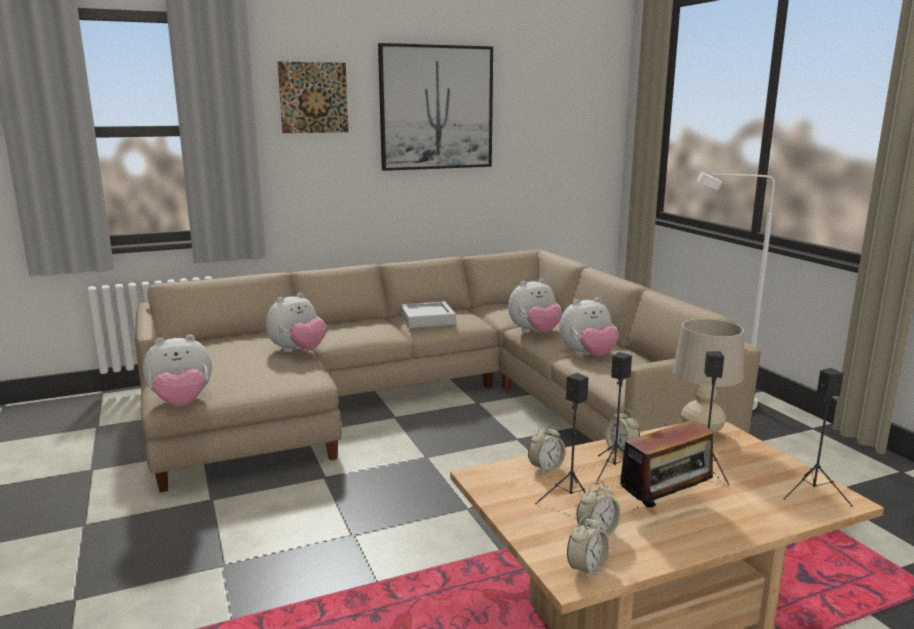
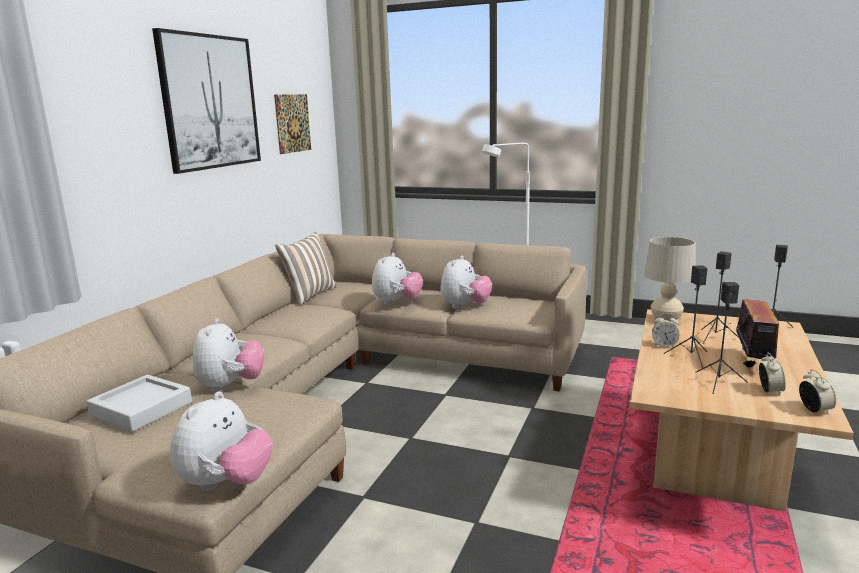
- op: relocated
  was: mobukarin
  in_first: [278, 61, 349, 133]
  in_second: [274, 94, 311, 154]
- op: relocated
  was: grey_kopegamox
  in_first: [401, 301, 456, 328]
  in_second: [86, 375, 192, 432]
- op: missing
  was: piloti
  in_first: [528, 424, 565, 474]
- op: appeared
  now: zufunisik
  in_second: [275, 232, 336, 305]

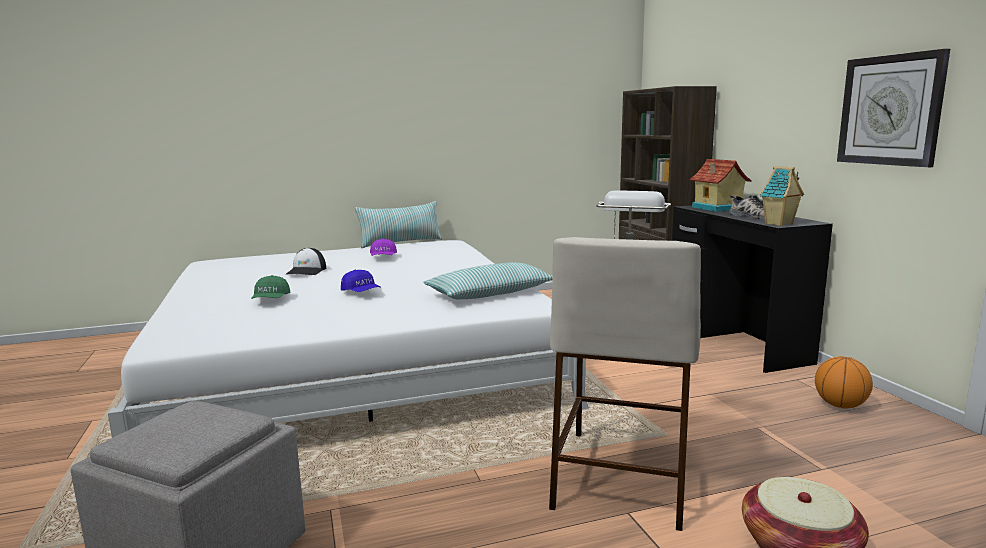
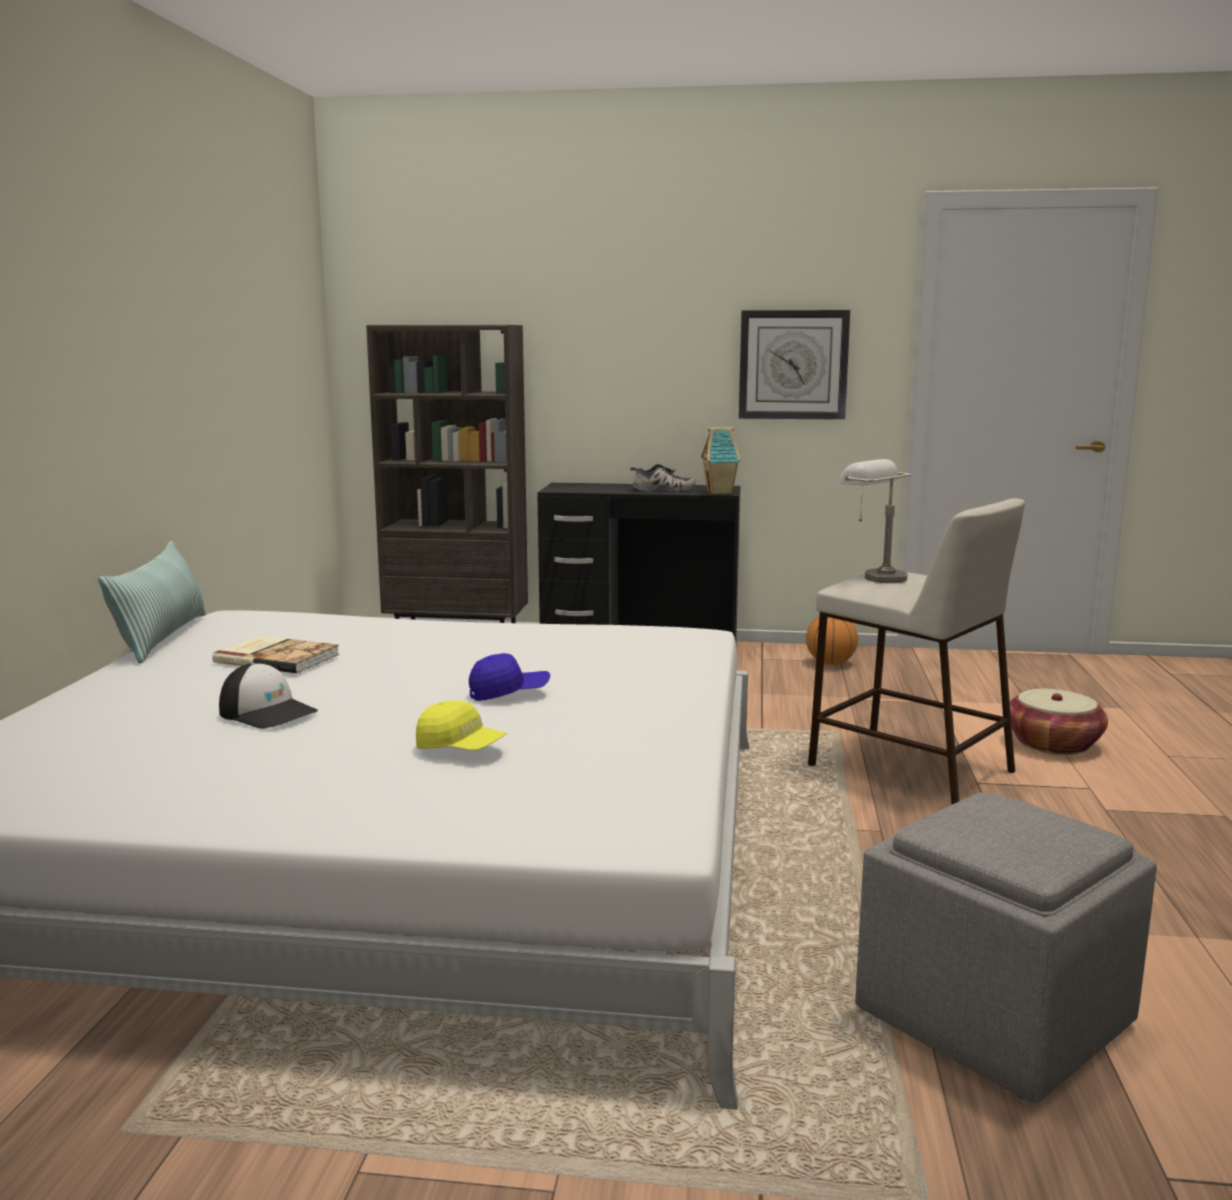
- op: missing
  was: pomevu
  in_first: [689, 159, 752, 211]
- op: exchanged
  was: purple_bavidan
  now: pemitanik
  in_first: [370, 239, 397, 256]
  in_second: [212, 635, 340, 673]
- op: missing
  was: zufunisik
  in_first: [423, 262, 553, 299]
- op: colour
  was: green_bavidan
  now: yellow_bavidan
  in_first: [251, 275, 291, 299]
  in_second: [416, 700, 507, 750]

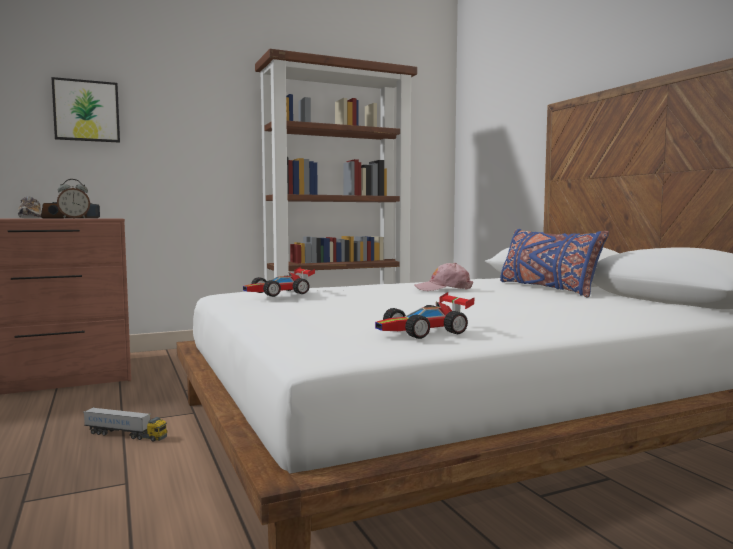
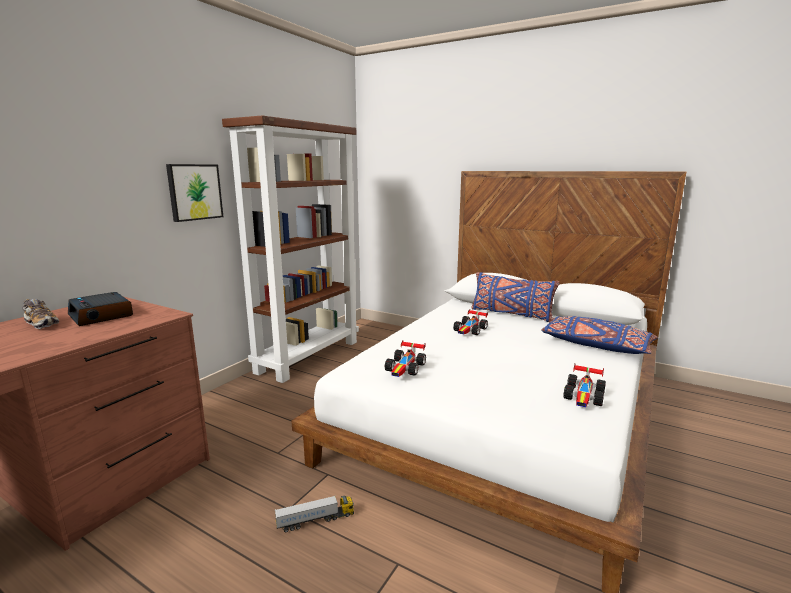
- op: relocated
  was: mobukarin
  in_first: [51, 77, 120, 143]
  in_second: [166, 164, 223, 222]
- op: missing
  was: piloti
  in_first: [57, 179, 90, 218]
- op: exchanged
  was: pink_bavidan
  now: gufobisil
  in_first: [415, 263, 473, 291]
  in_second: [453, 309, 488, 335]
- op: appeared
  now: blue_zufunisik
  in_second: [541, 316, 658, 354]

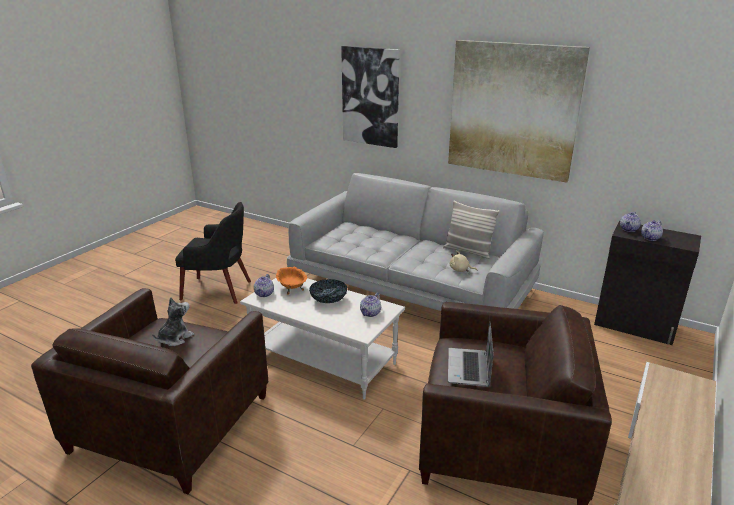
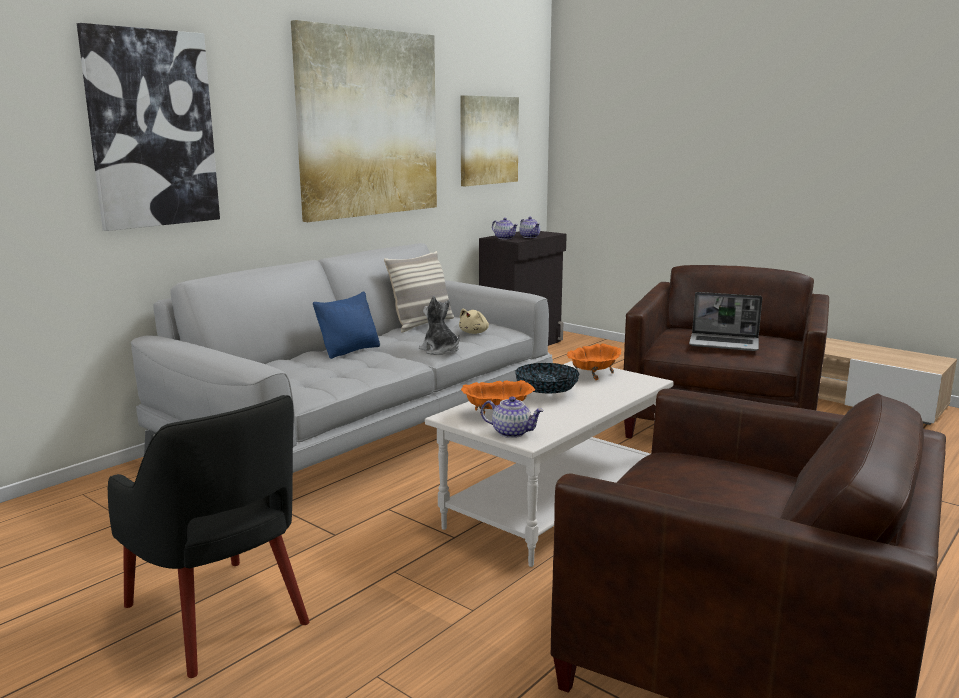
- op: spun
  was: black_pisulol
  in_first: [175, 202, 251, 304]
  in_second: [108, 395, 309, 678]
  clockwise: 120
- op: exchanged
  was: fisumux
  now: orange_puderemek
  in_first: [360, 293, 381, 317]
  in_second: [566, 343, 621, 380]
- op: relocated
  was: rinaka
  in_first: [152, 297, 194, 346]
  in_second: [419, 296, 460, 355]
- op: appeared
  now: mobukarin
  in_second: [460, 95, 519, 186]
- op: appeared
  now: blue_zufunisik
  in_second: [313, 291, 380, 359]

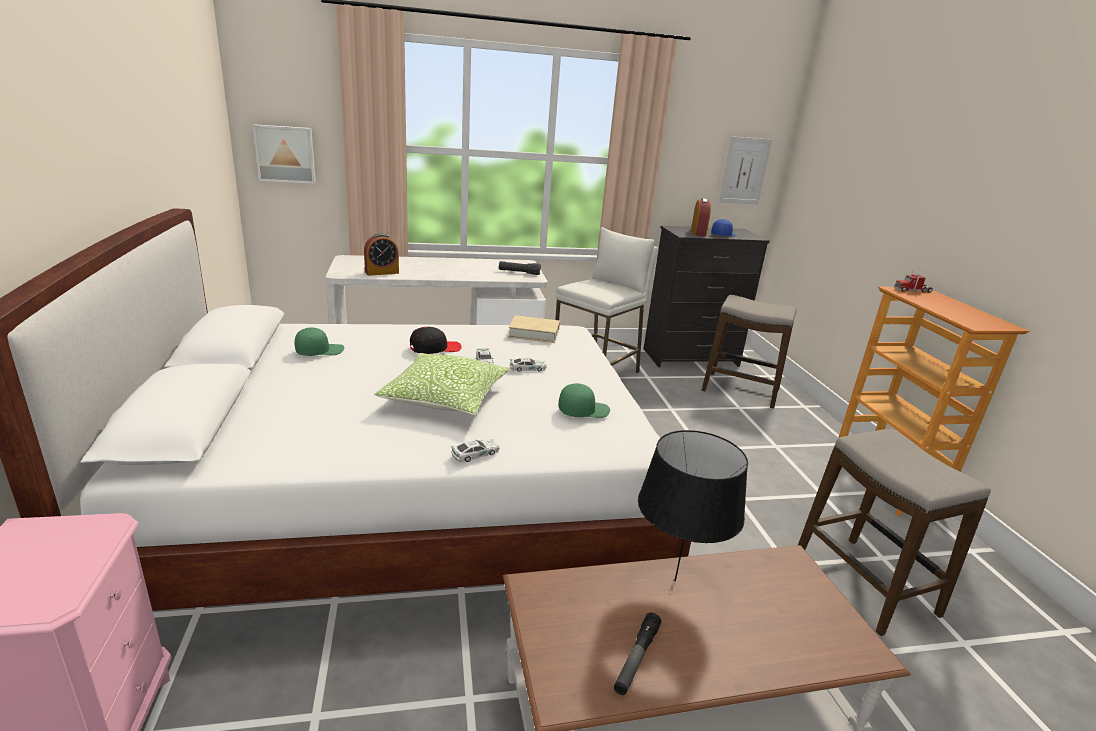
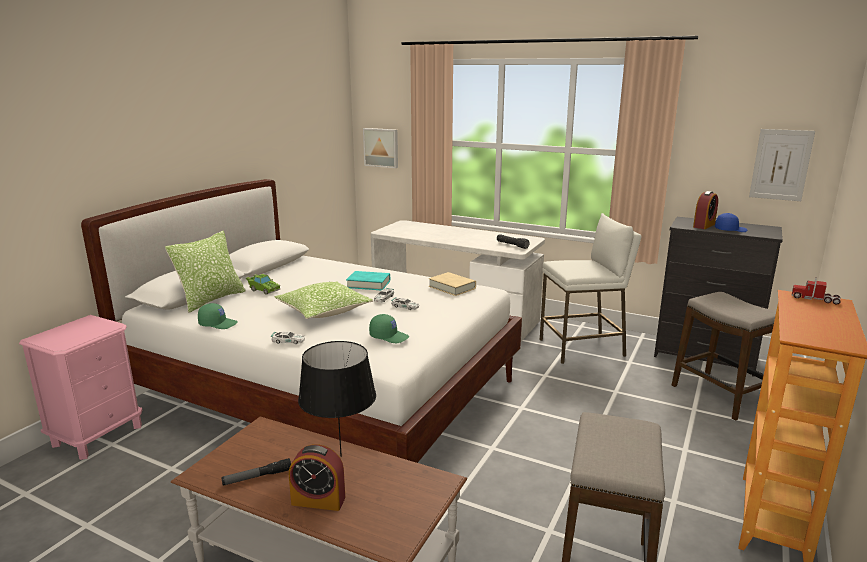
- op: relocated
  was: piloti
  in_first: [364, 233, 399, 276]
  in_second: [289, 444, 345, 511]
- op: relocated
  was: green_bavidan
  in_first: [295, 327, 344, 356]
  in_second: [198, 303, 238, 329]
- op: exchanged
  was: black_bavidan
  now: turquoise_pemitanik
  in_first: [410, 327, 461, 354]
  in_second: [346, 271, 390, 291]
- op: appeared
  now: zufunisik
  in_second: [165, 231, 245, 313]
- op: appeared
  now: green_gufobisil
  in_second: [246, 274, 280, 295]

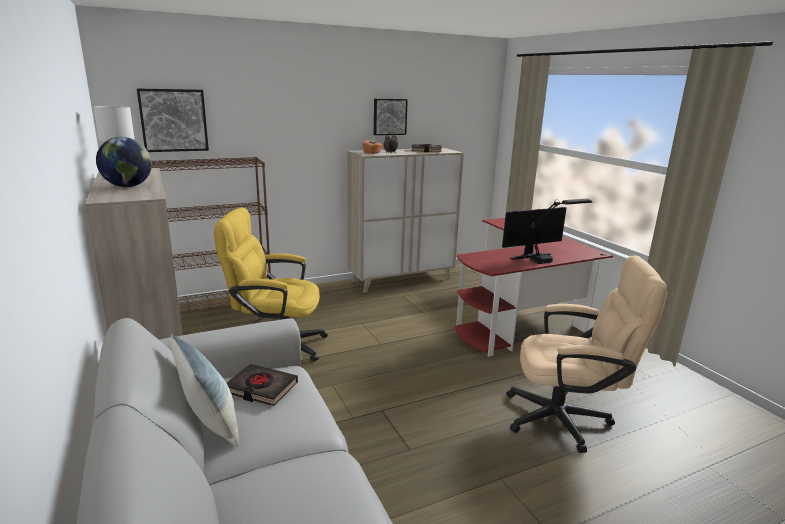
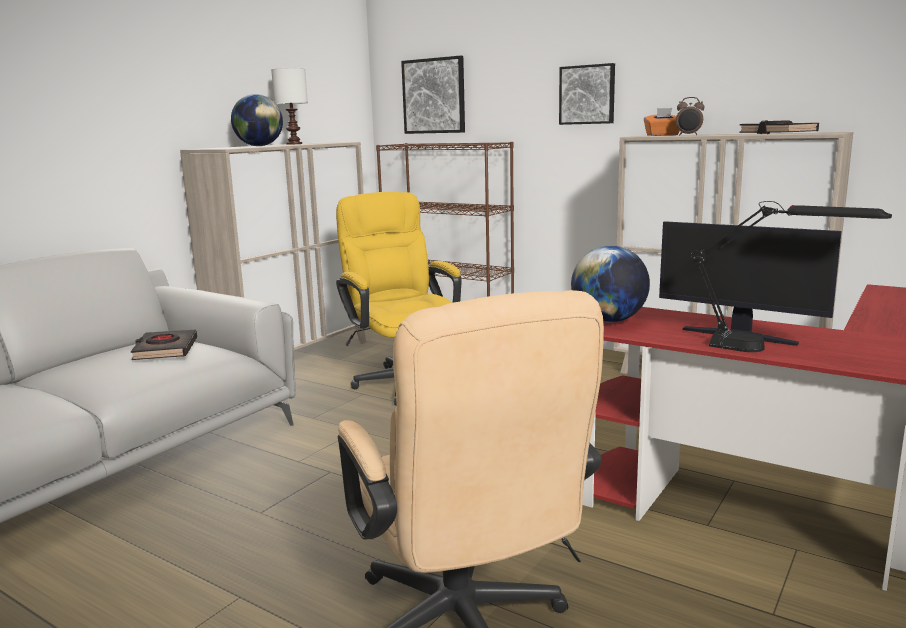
- op: relocated
  was: mobukarin
  in_first: [374, 99, 408, 135]
  in_second: [559, 63, 615, 125]
- op: missing
  was: zufunisik
  in_first: [171, 334, 239, 447]
- op: appeared
  now: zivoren
  in_second: [571, 245, 650, 322]

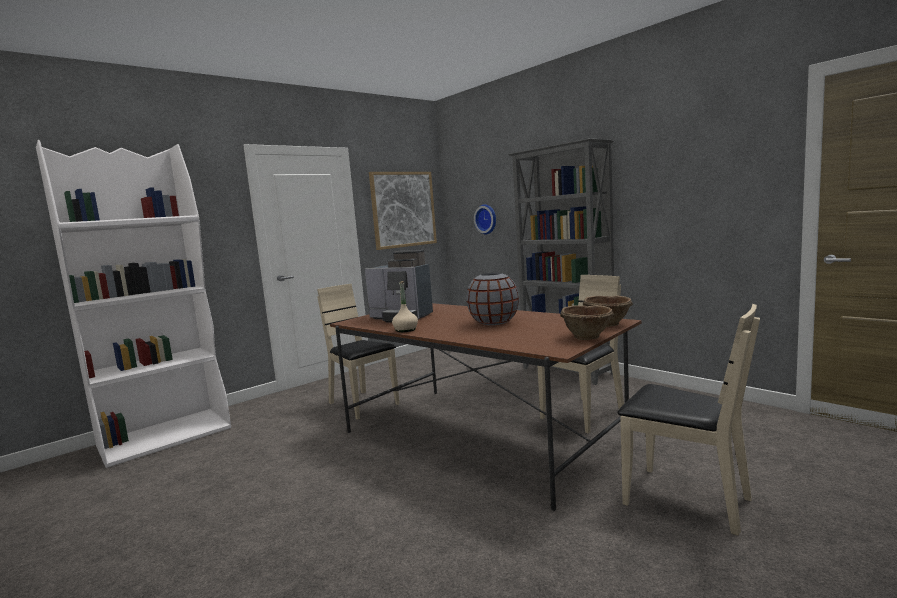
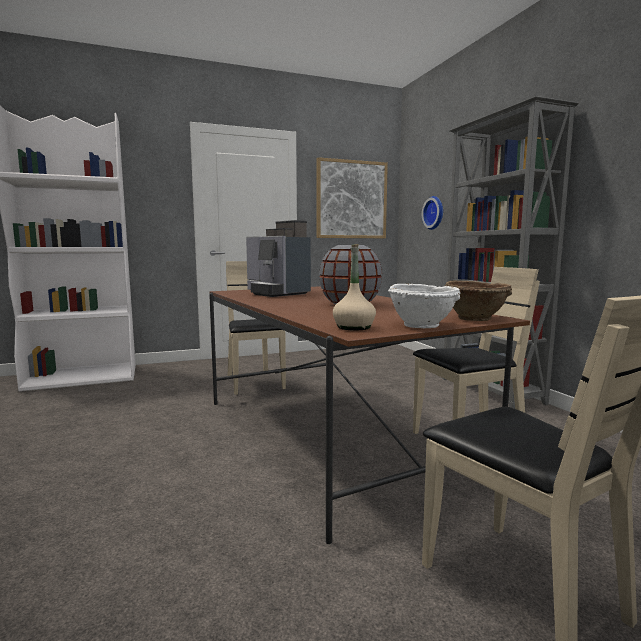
- op: relocated
  was: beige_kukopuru
  in_first: [392, 281, 418, 332]
  in_second: [333, 244, 376, 330]
- op: colour
  was: brown_puderemek
  now: white_puderemek
  in_first: [560, 305, 614, 340]
  in_second: [388, 284, 461, 328]

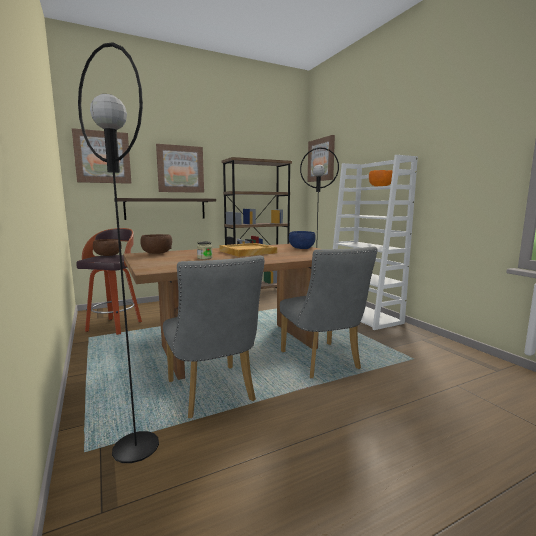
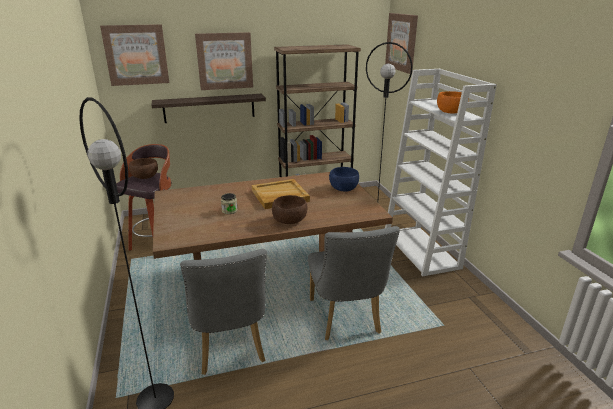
- op: relocated
  was: brown_puderemek
  in_first: [140, 234, 172, 254]
  in_second: [272, 195, 308, 224]

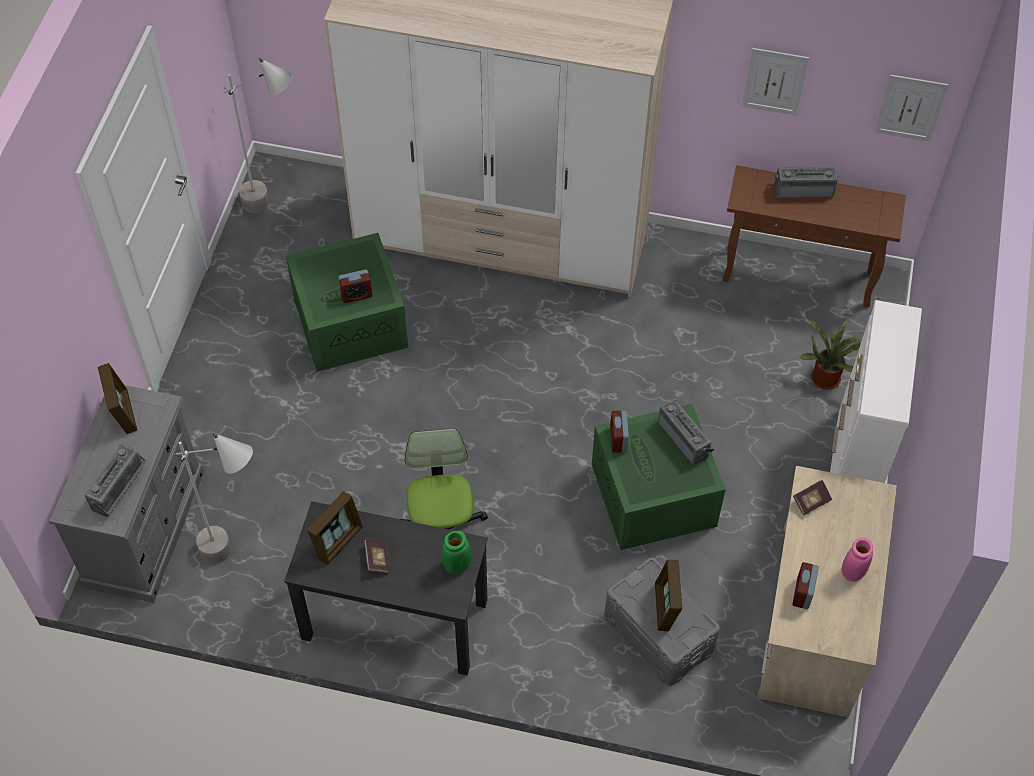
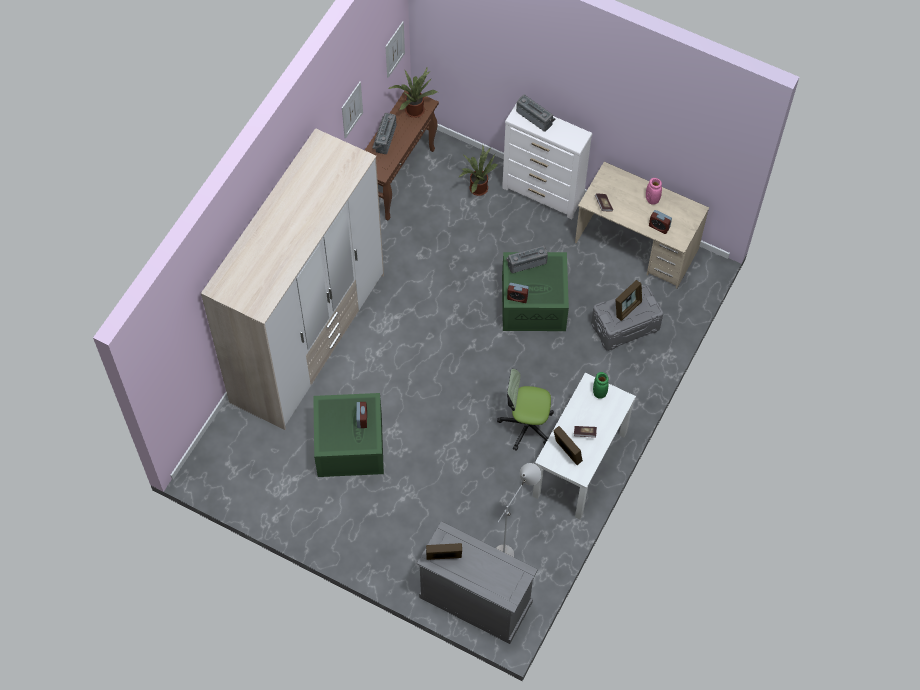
- op: missing
  was: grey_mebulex
  in_first: [223, 58, 293, 213]
- op: relocated
  was: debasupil
  in_first: [85, 444, 147, 517]
  in_second: [516, 94, 555, 132]
- op: colour
  was: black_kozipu
  now: white_kozipu
  in_first: [284, 501, 488, 676]
  in_second: [533, 373, 636, 520]
- op: spun
  was: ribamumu
  in_first: [655, 560, 682, 631]
  in_second: [615, 280, 642, 321]
  clockwise: -60
- op: appeared
  now: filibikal
  in_second: [388, 66, 437, 118]

